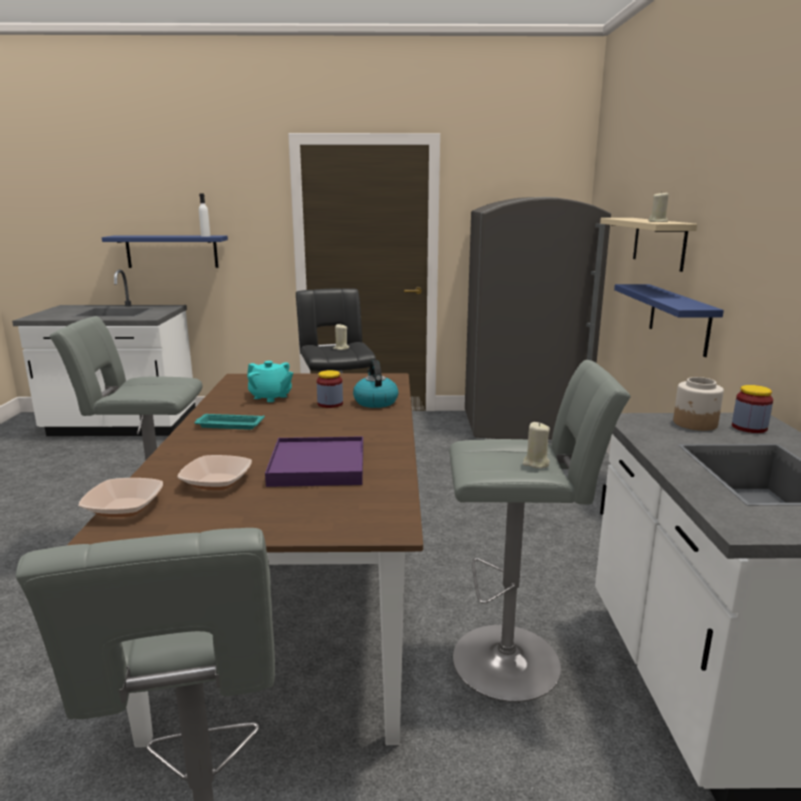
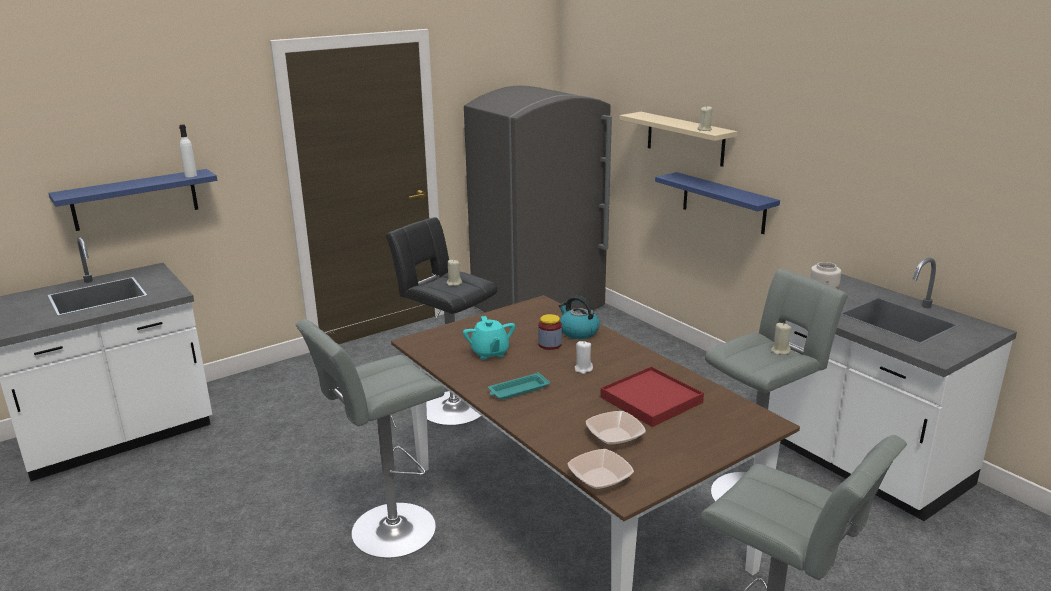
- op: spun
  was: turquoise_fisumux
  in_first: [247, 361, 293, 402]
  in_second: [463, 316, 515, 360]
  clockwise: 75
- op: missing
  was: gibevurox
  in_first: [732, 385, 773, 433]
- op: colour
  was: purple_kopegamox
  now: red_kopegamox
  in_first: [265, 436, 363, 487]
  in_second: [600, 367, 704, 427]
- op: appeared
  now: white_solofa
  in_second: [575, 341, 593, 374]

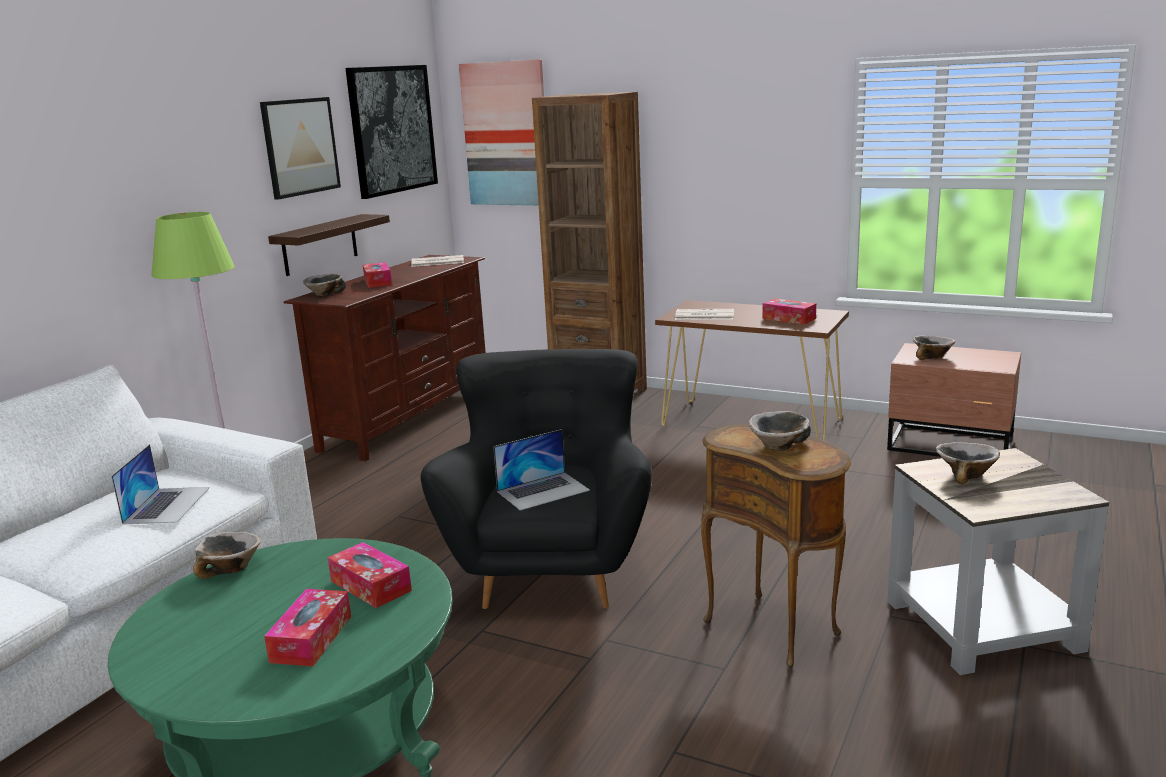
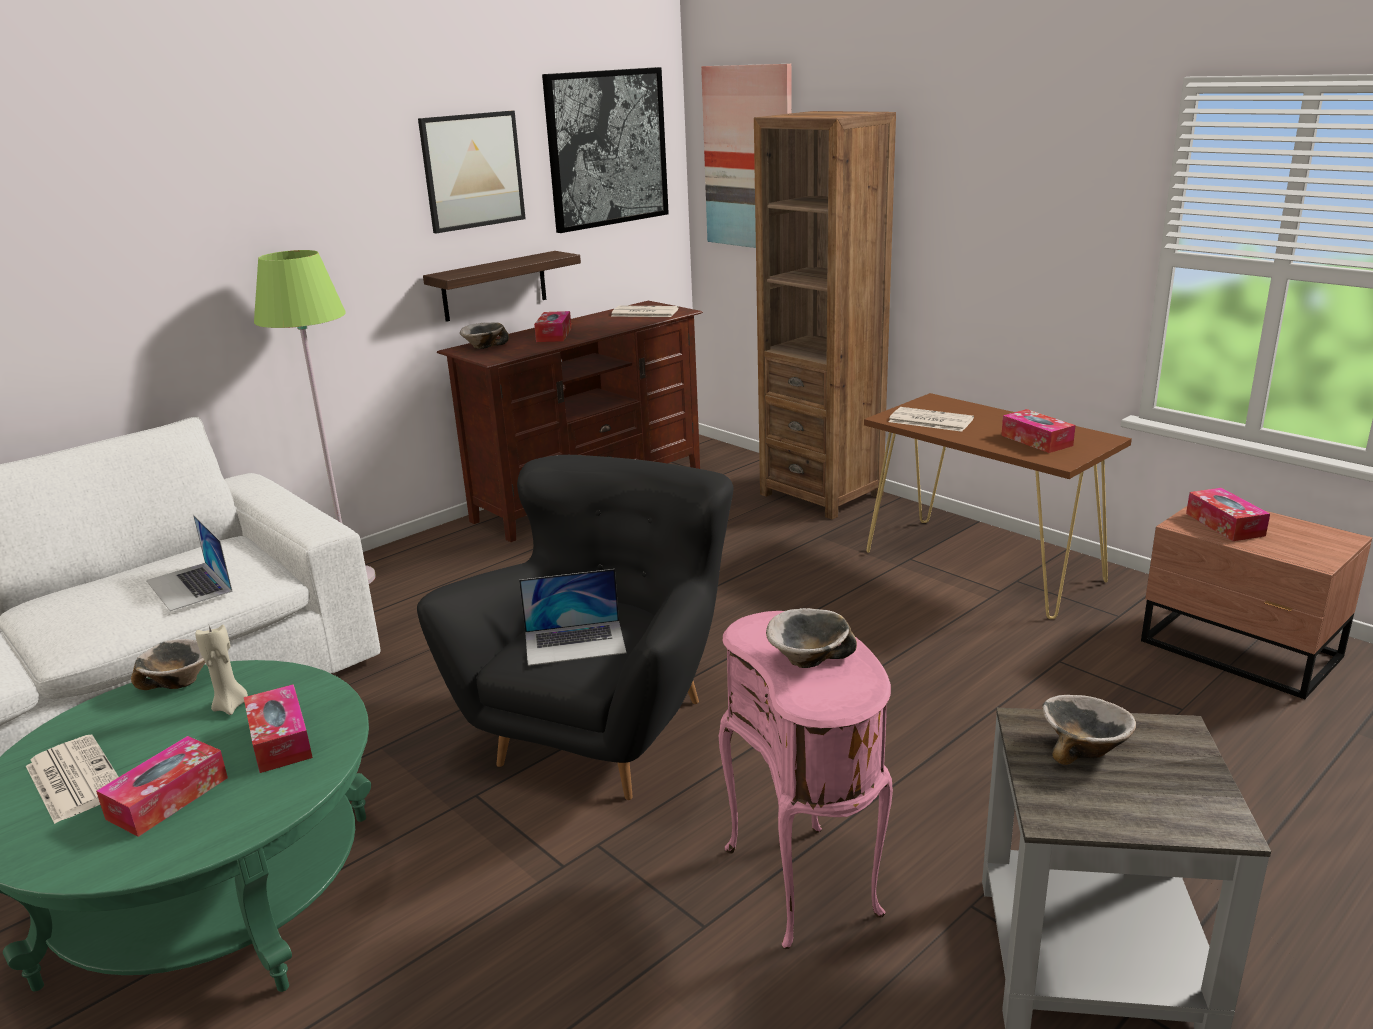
- op: exchanged
  was: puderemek
  now: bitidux
  in_first: [913, 336, 955, 360]
  in_second: [1186, 488, 1270, 541]
- op: colour
  was: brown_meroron
  now: pink_meroron
  in_first: [701, 424, 851, 668]
  in_second: [719, 611, 893, 949]
- op: spun
  was: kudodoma
  in_first: [111, 444, 210, 525]
  in_second: [146, 515, 233, 611]
  clockwise: 120
- op: appeared
  now: beige_solofa
  in_second: [195, 625, 248, 715]
- op: appeared
  now: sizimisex
  in_second: [26, 734, 119, 824]

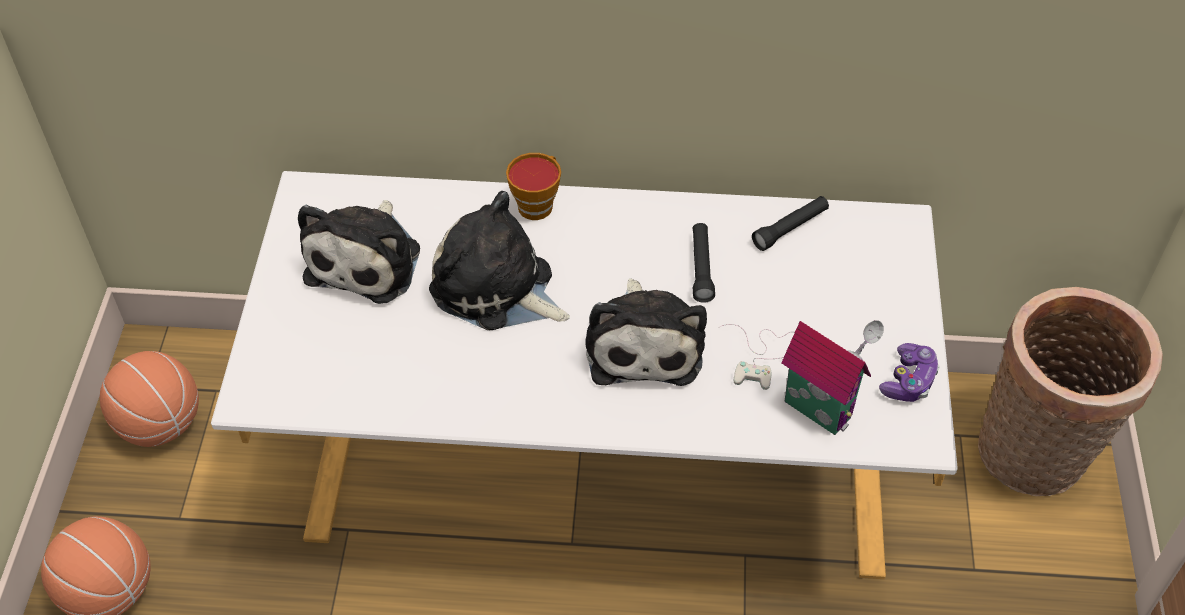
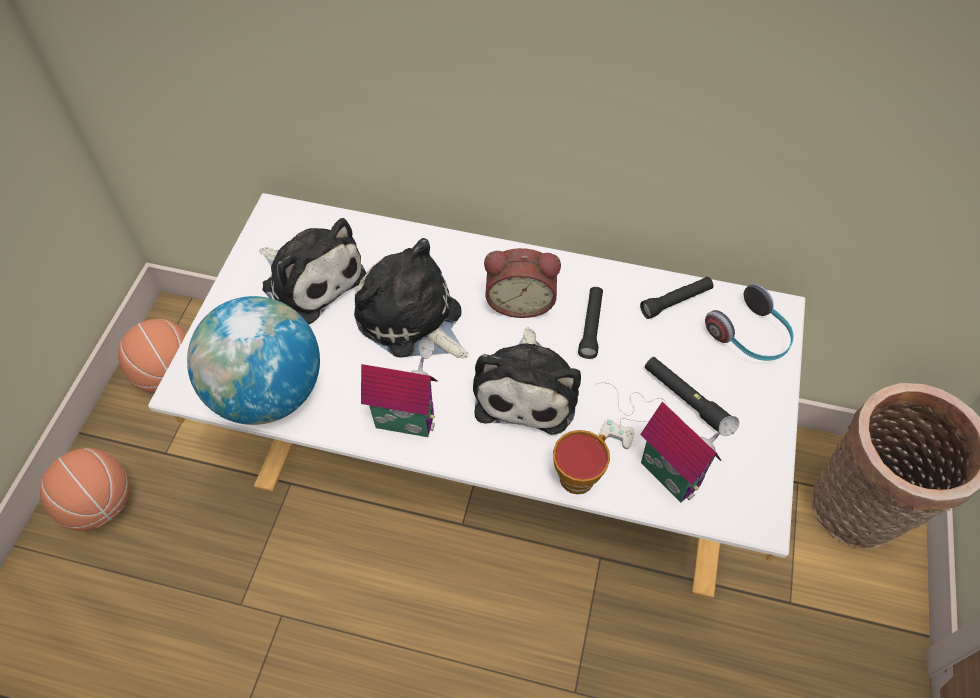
- op: relocated
  was: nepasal
  in_first: [506, 153, 561, 220]
  in_second: [553, 430, 610, 494]
- op: spun
  was: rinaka
  in_first: [298, 200, 420, 304]
  in_second: [259, 218, 366, 324]
  clockwise: -75
- op: missing
  was: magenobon
  in_first: [879, 343, 940, 402]
- op: appeared
  now: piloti
  in_second: [484, 248, 561, 318]
- op: appeared
  now: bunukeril
  in_second: [705, 284, 794, 361]
- op: appeared
  now: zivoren
  in_second: [187, 296, 320, 425]
- op: appeared
  now: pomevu
  in_second: [361, 337, 438, 437]
- op: appeared
  now: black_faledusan
  in_second: [645, 357, 731, 432]

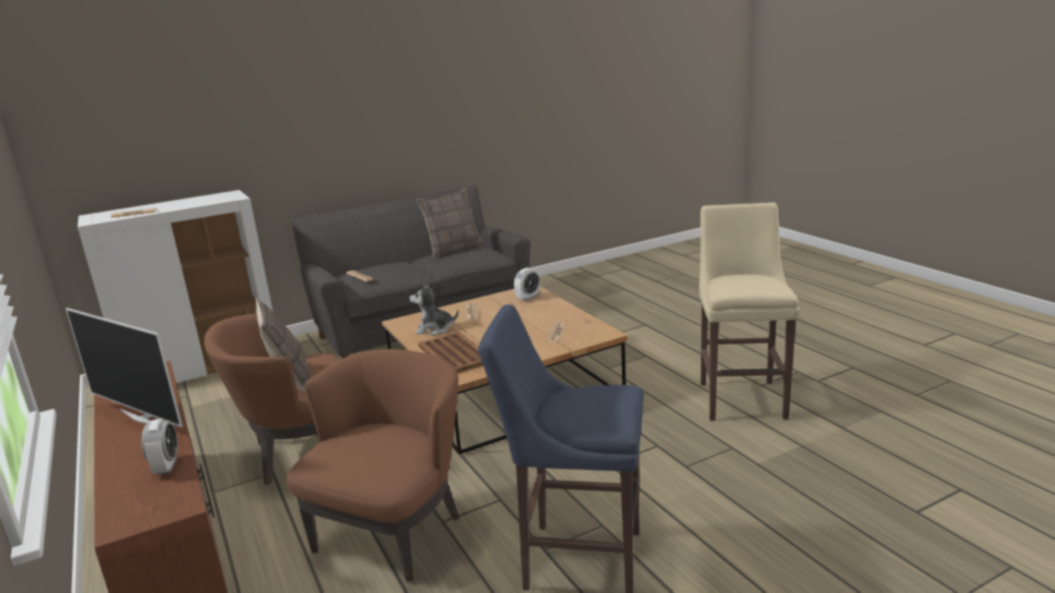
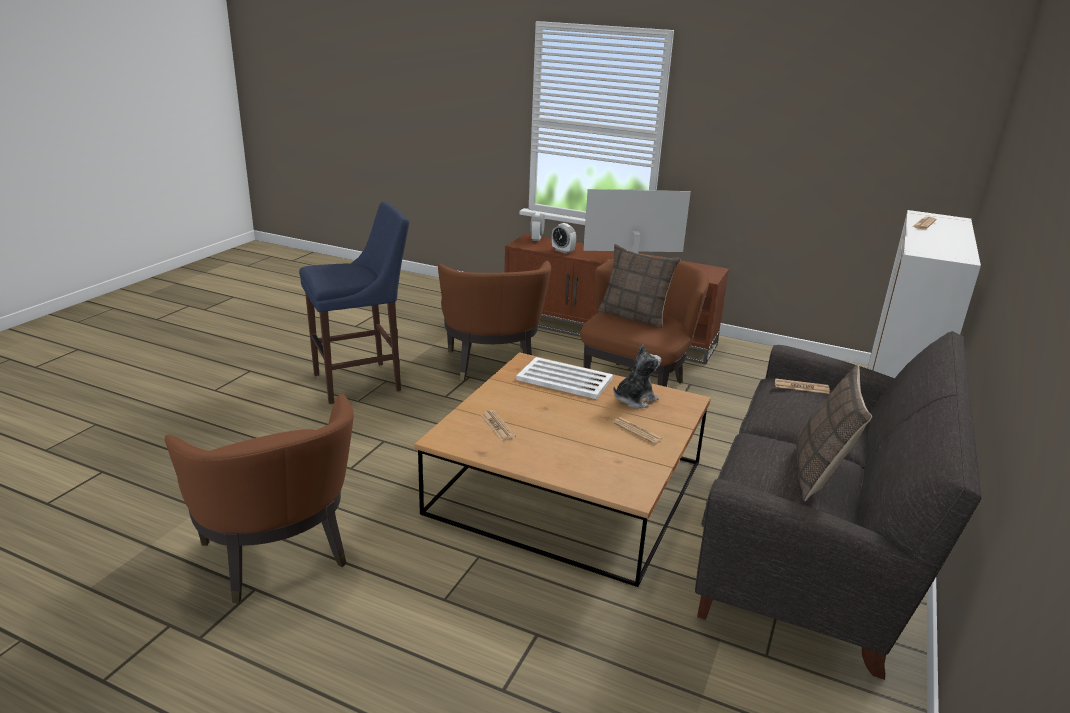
- op: exchanged
  was: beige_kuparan
  now: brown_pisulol
  in_first: [699, 203, 800, 421]
  in_second: [165, 394, 354, 603]
- op: relocated
  was: piloti
  in_first: [514, 268, 540, 301]
  in_second: [530, 212, 545, 241]
- op: colour
  was: brown_kopegamox
  now: white_kopegamox
  in_first: [418, 332, 483, 373]
  in_second: [516, 357, 613, 399]

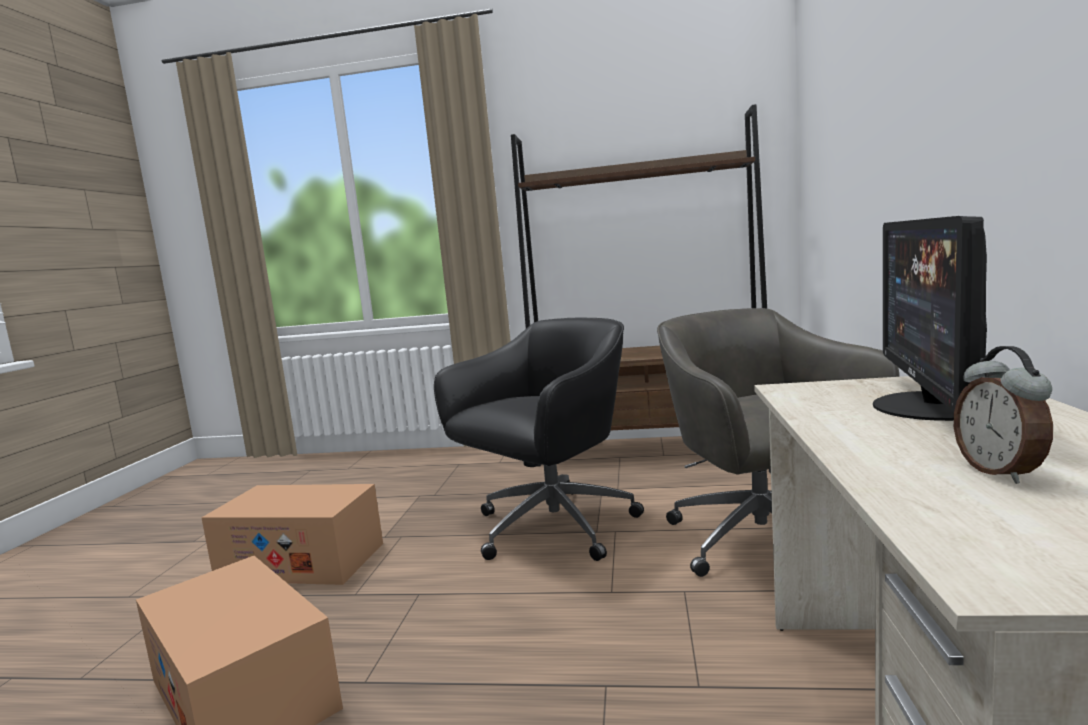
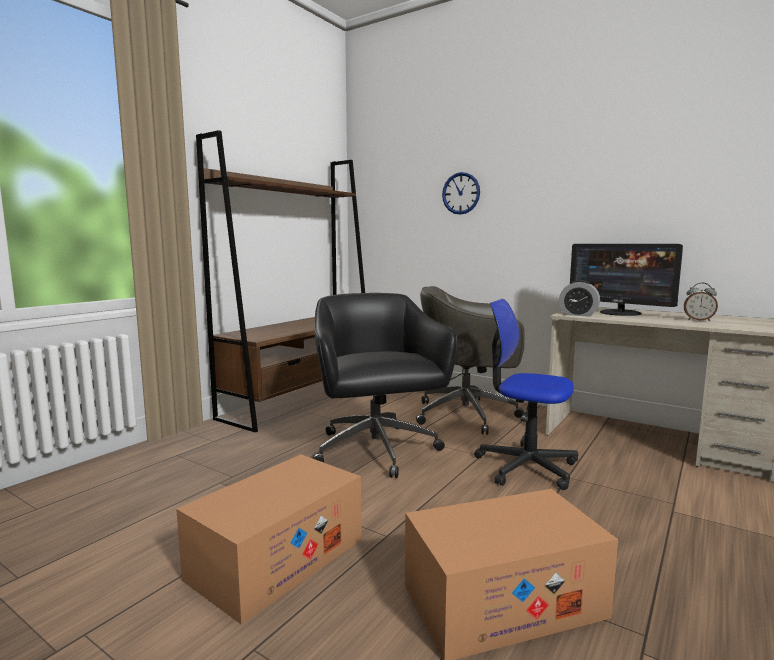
- op: appeared
  now: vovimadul
  in_second: [442, 172, 480, 215]
- op: appeared
  now: piloti
  in_second: [559, 280, 600, 317]
- op: appeared
  now: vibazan
  in_second: [474, 299, 578, 490]

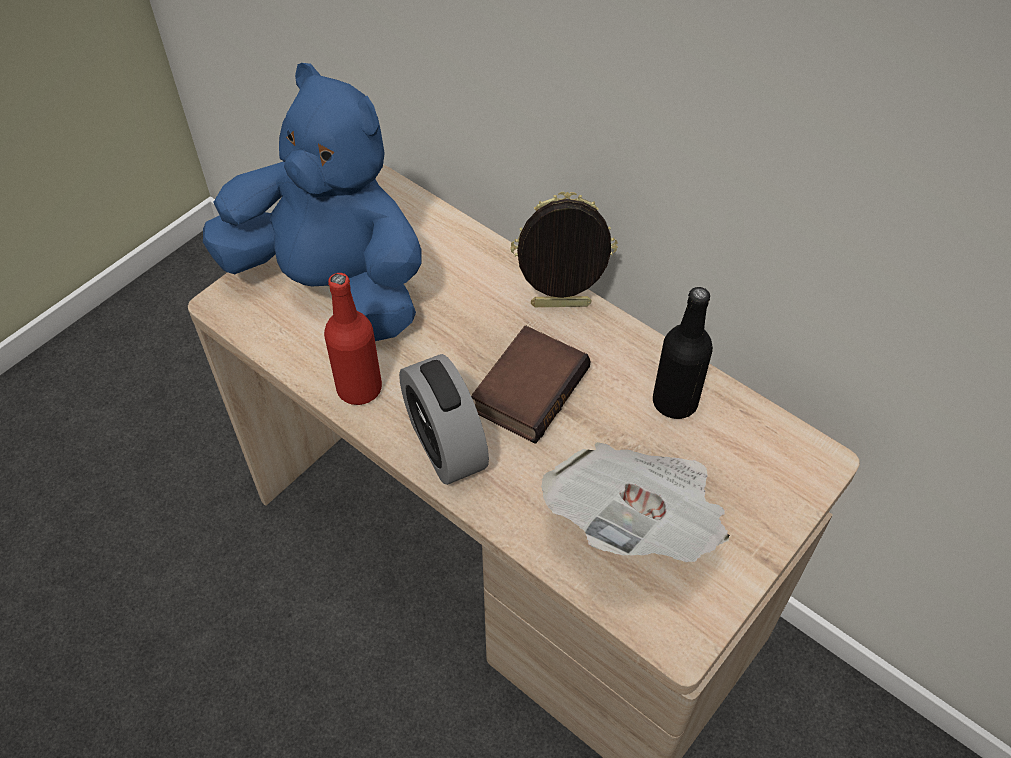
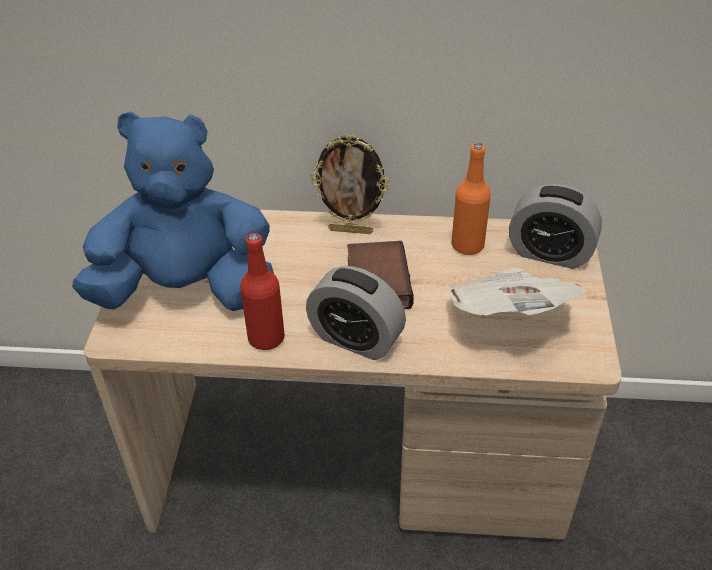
- op: spun
  was: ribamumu
  in_first: [510, 192, 618, 307]
  in_second: [311, 134, 390, 234]
  clockwise: -135
- op: colour
  was: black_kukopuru
  now: orange_kukopuru
  in_first: [653, 287, 713, 419]
  in_second: [451, 143, 491, 255]
- op: appeared
  now: piloti
  in_second: [509, 184, 602, 269]

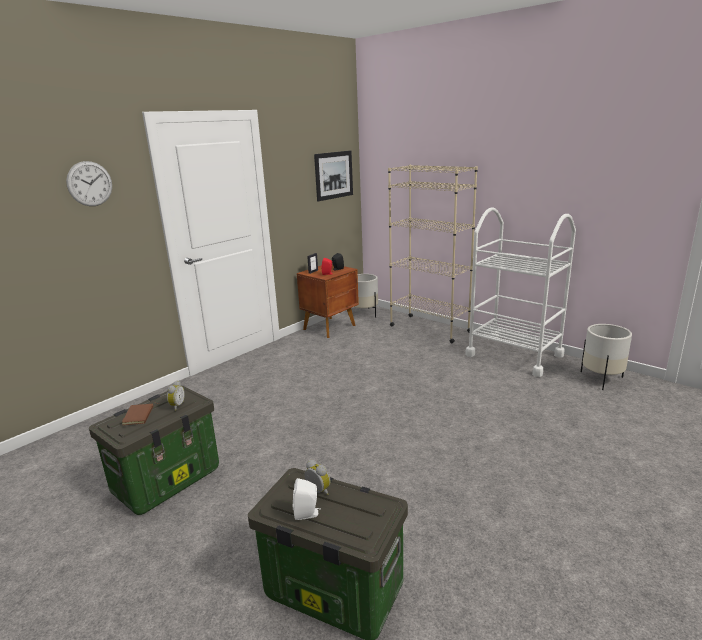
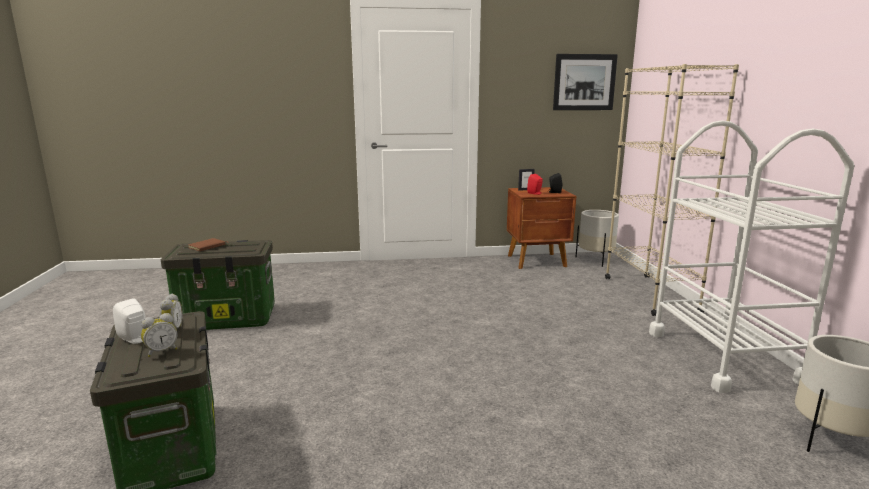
- op: missing
  was: vovimadul
  in_first: [66, 161, 112, 206]
- op: relocated
  was: piloti
  in_first: [167, 380, 185, 411]
  in_second: [141, 313, 177, 357]

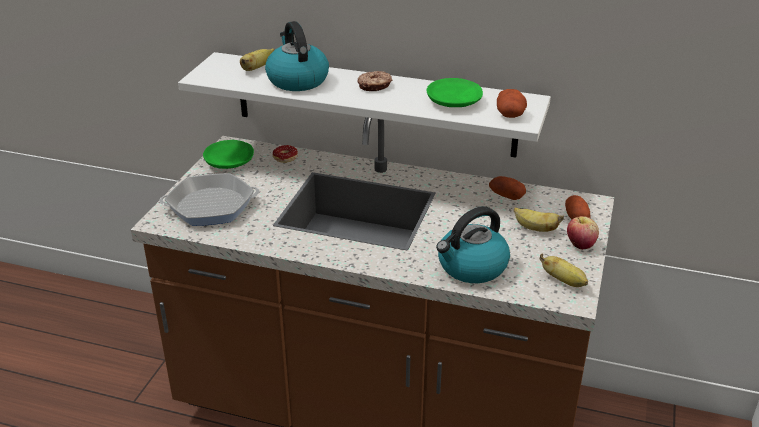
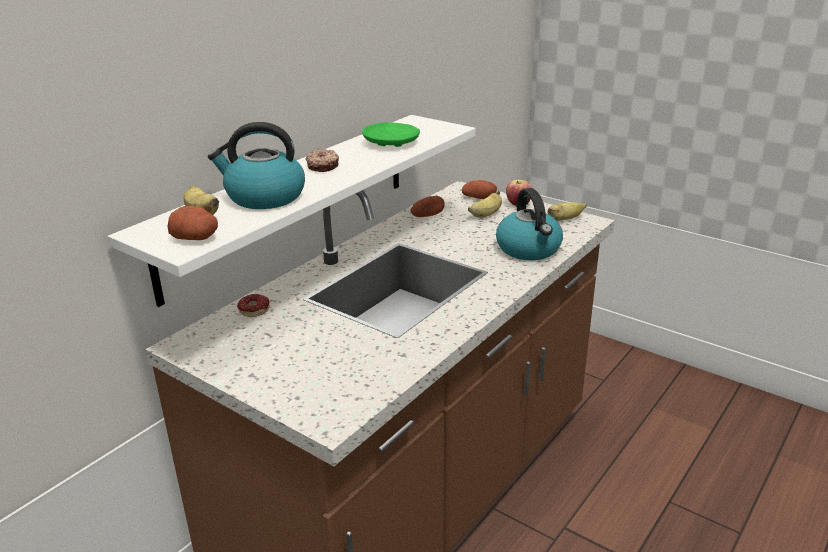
- op: relocated
  was: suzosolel
  in_first: [497, 89, 527, 118]
  in_second: [167, 206, 218, 240]
- op: missing
  was: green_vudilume
  in_first: [203, 140, 254, 169]
- op: missing
  was: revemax
  in_first: [159, 173, 259, 226]

